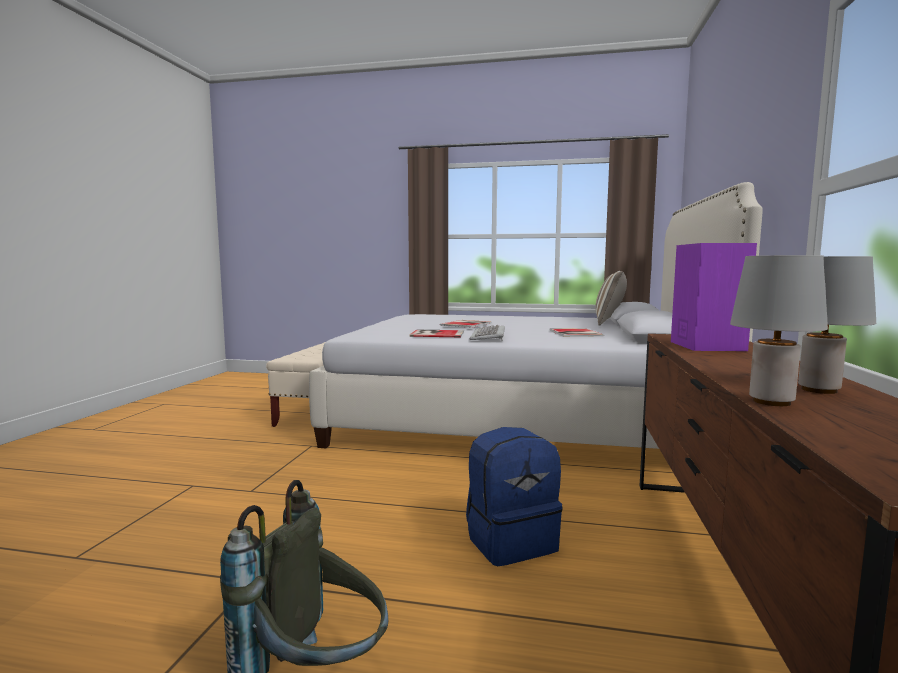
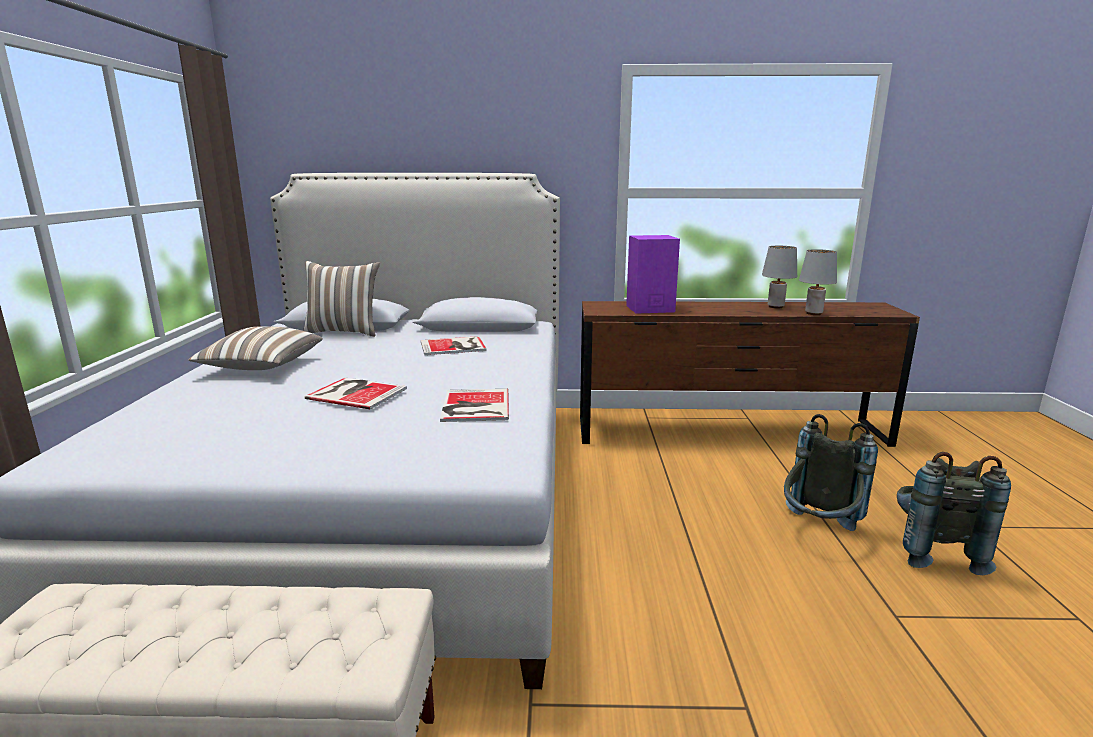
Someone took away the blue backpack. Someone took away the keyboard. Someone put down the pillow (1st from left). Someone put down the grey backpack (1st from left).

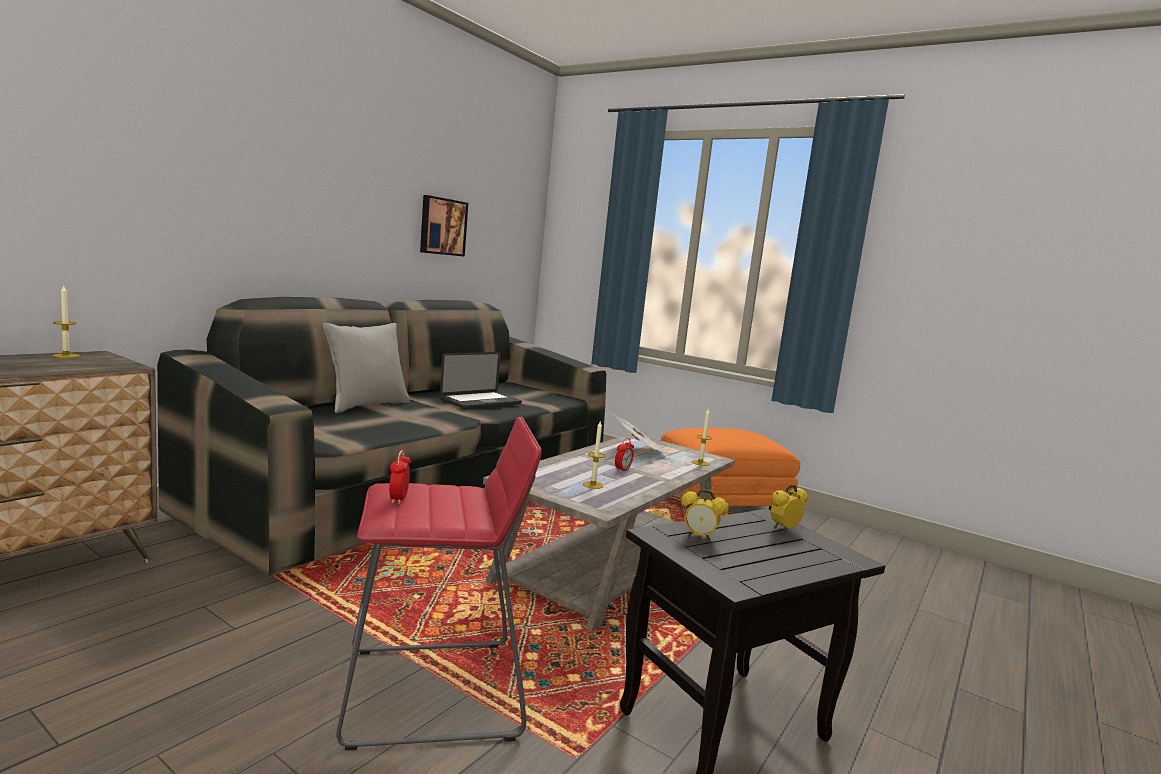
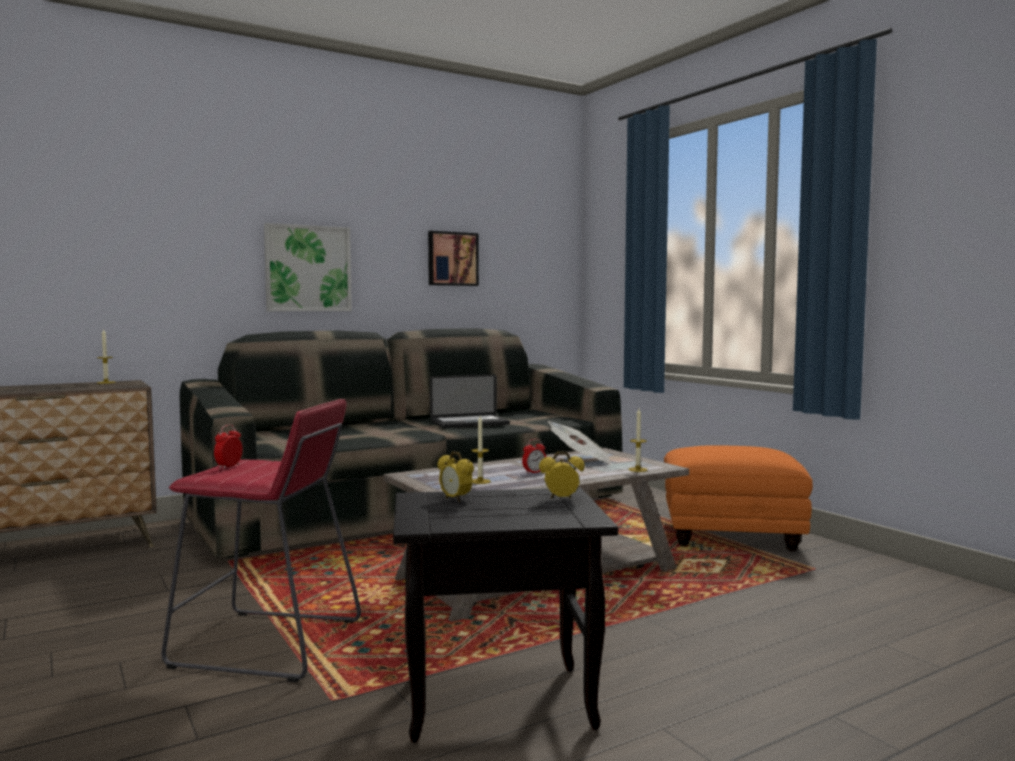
Someone took away the grey pillow. Someone put up the picture (1st from left).

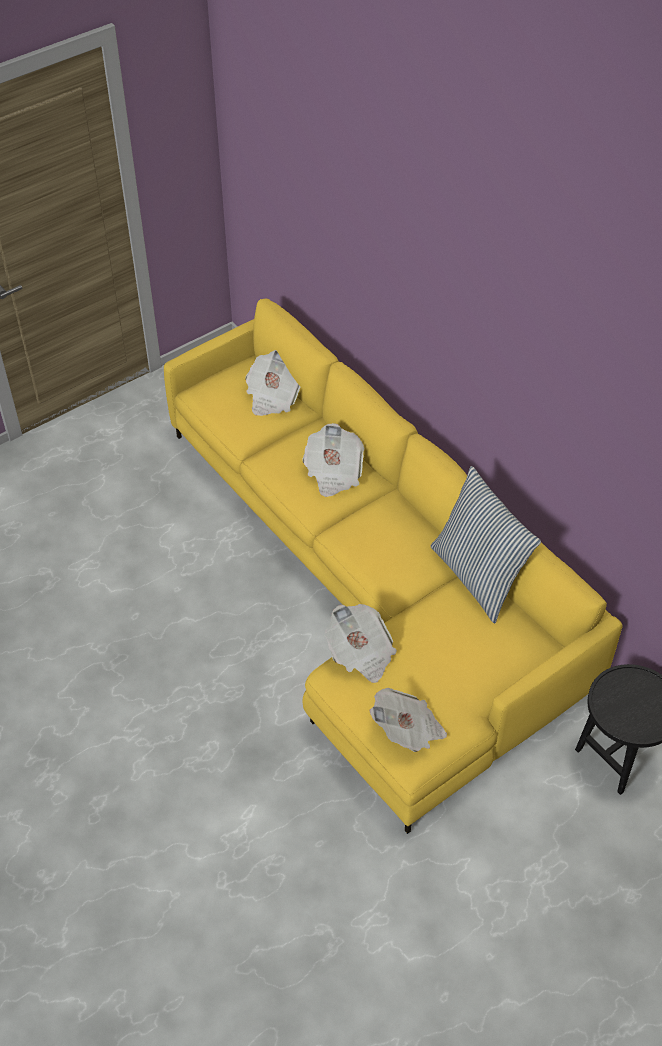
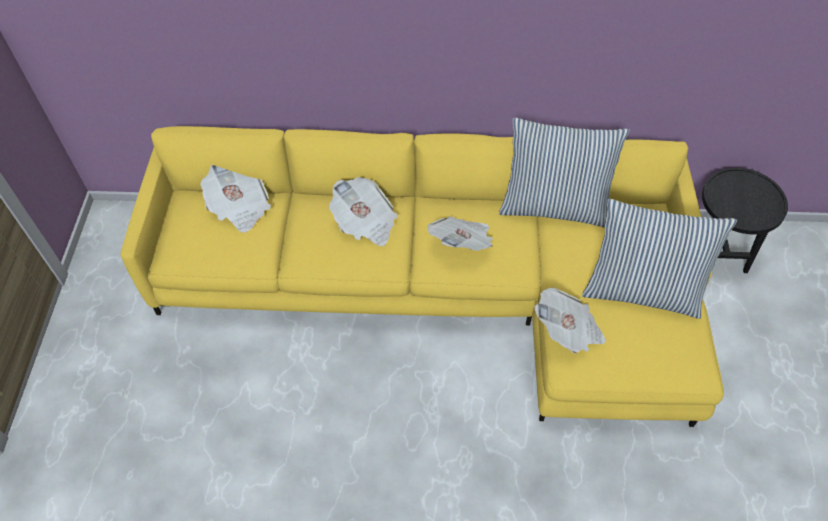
Someone carried the newspaper (4th from left in the first image). Someone put down the pillow (2nd from left).

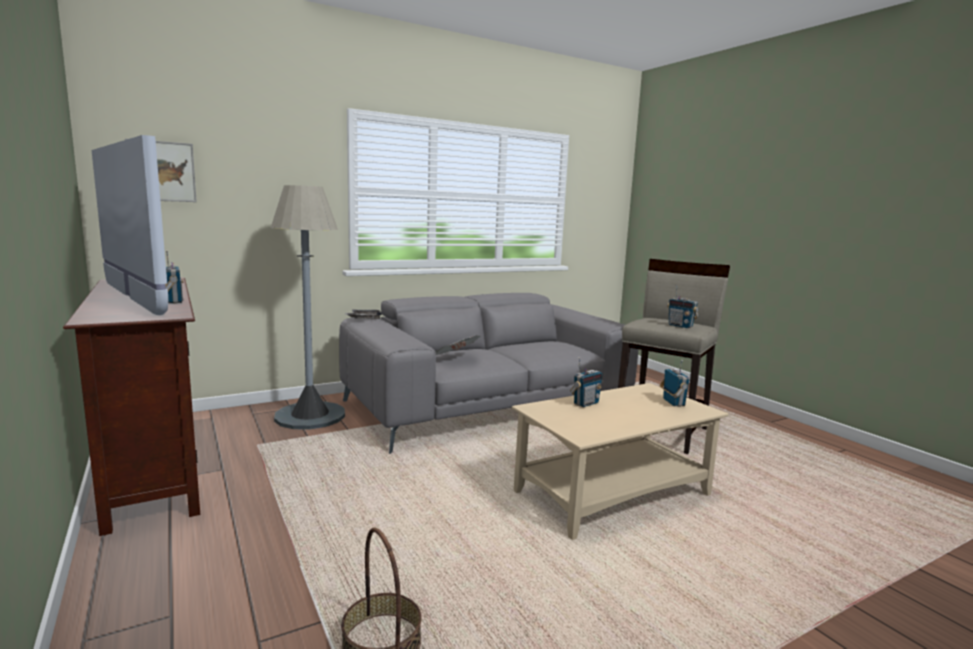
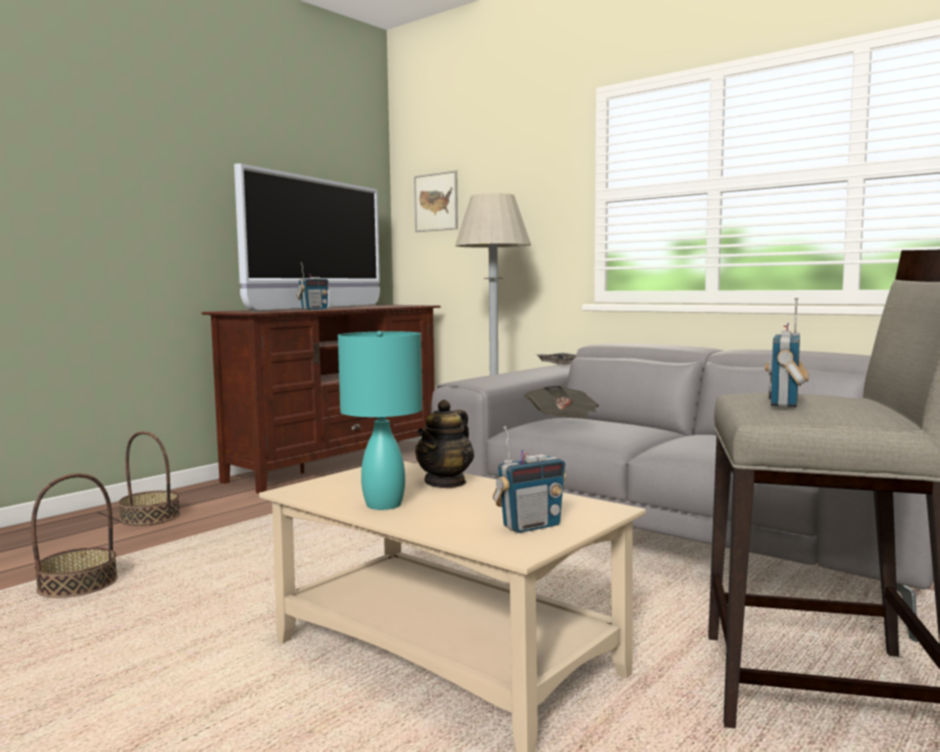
Someone swapped the radio (2nd from left) for the teapot. Someone put down the basket (2nd from left). Someone put down the turquoise table lamp.

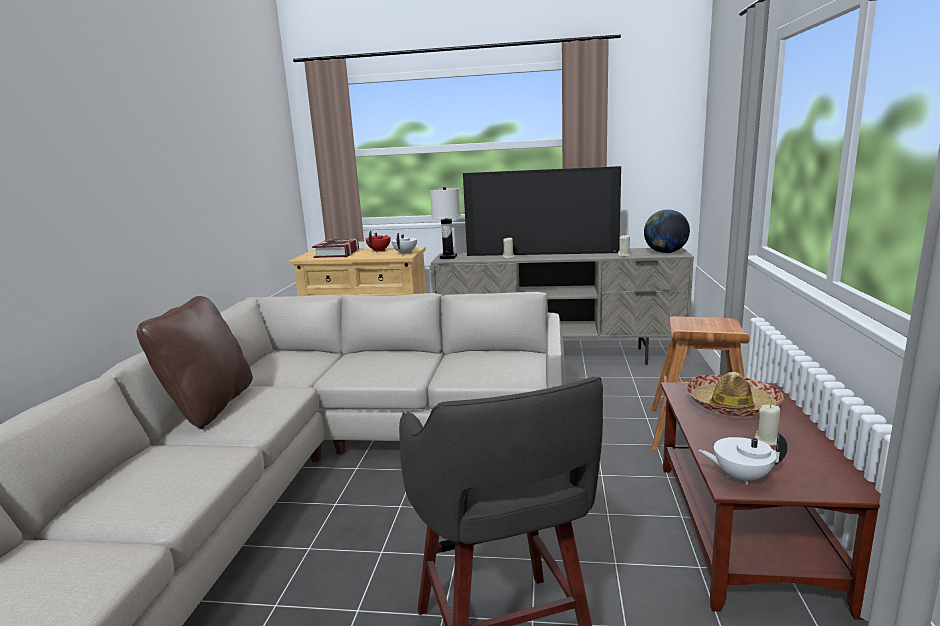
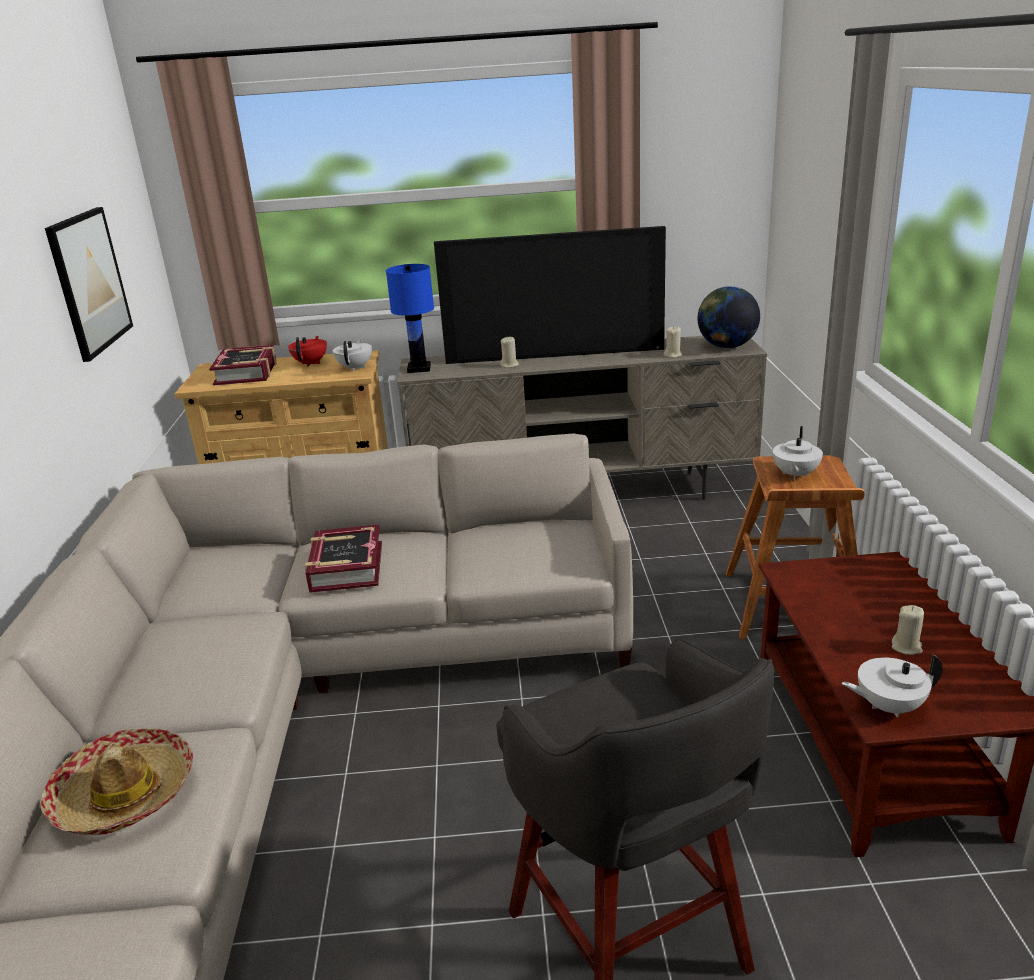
Someone took away the brown pillow. Someone repainted the white table lamp, which became the blue table lamp. Someone carried the hat. Someone put up the picture. Someone put down the book (2nd from left). Someone put down the white teapot (2nd from left).

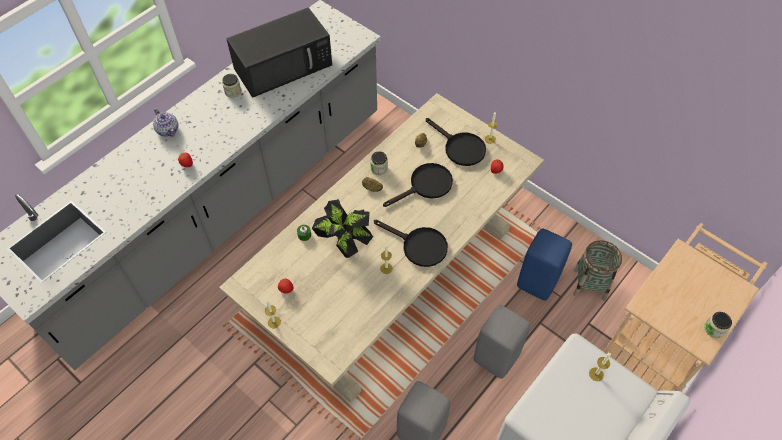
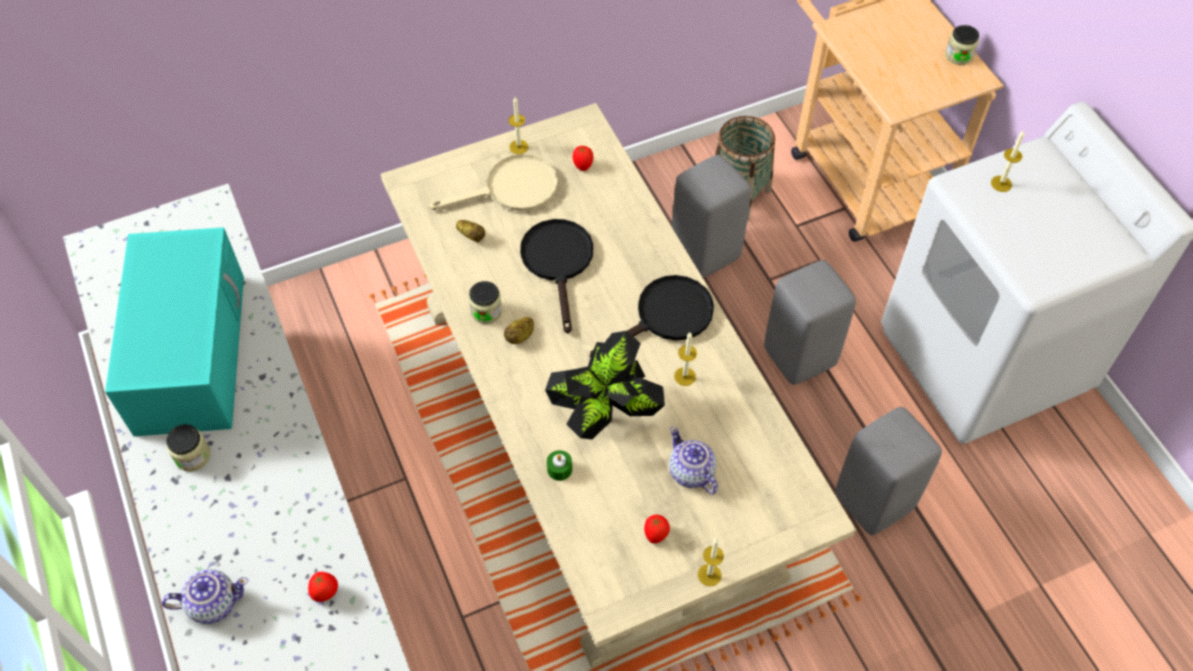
Someone repainted the black microwave, which became the turquoise microwave. Someone repainted the black frying pan (3rd from left), which became the beige frying pan. Someone repainted the blue stool, which became the grey stool (1st from left). Someone put down the teapot (2nd from left).

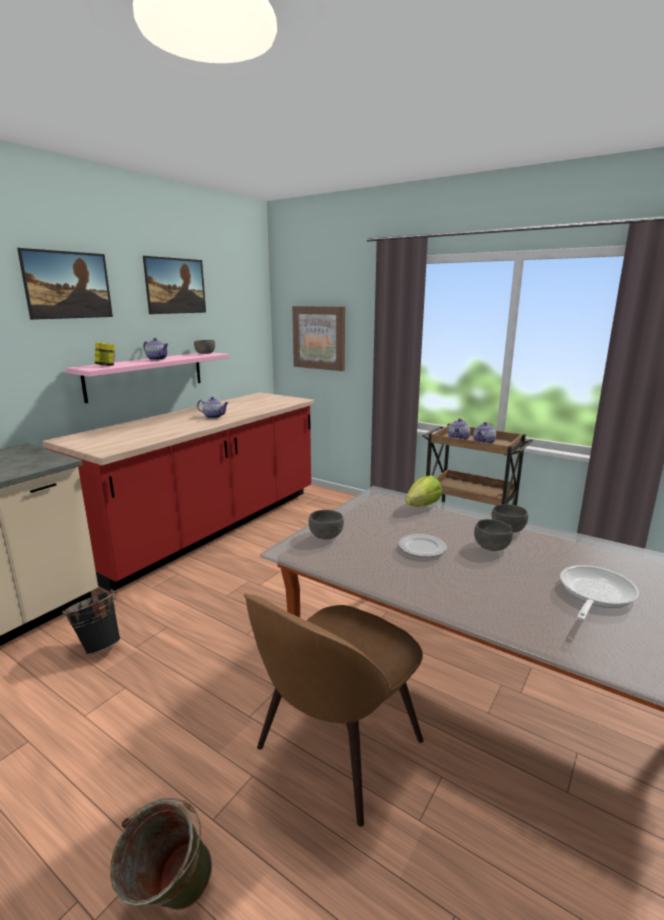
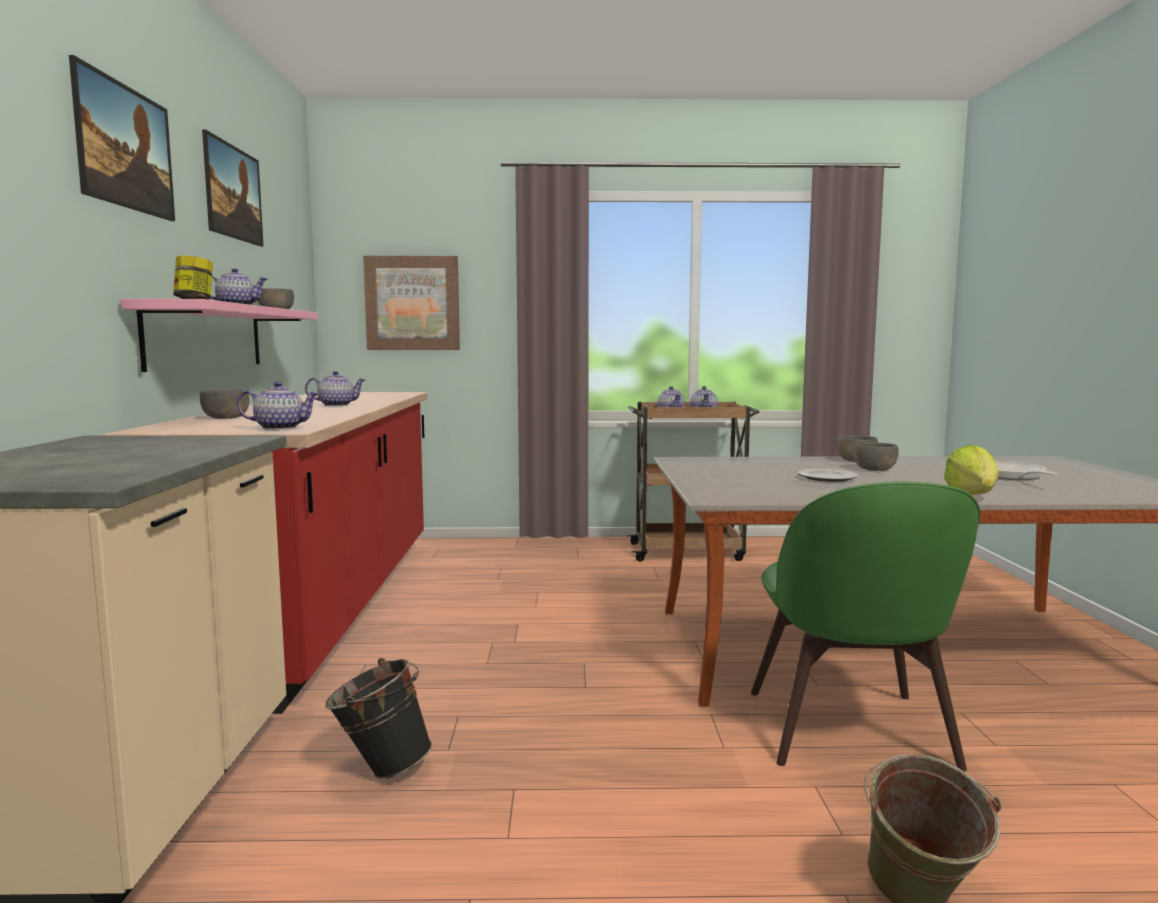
Someone repainted the brown chair, which became the green chair. Someone carried the grey bowl (2nd from left in the first image). Someone carried the lettuce. Someone put down the teapot (2nd from left).

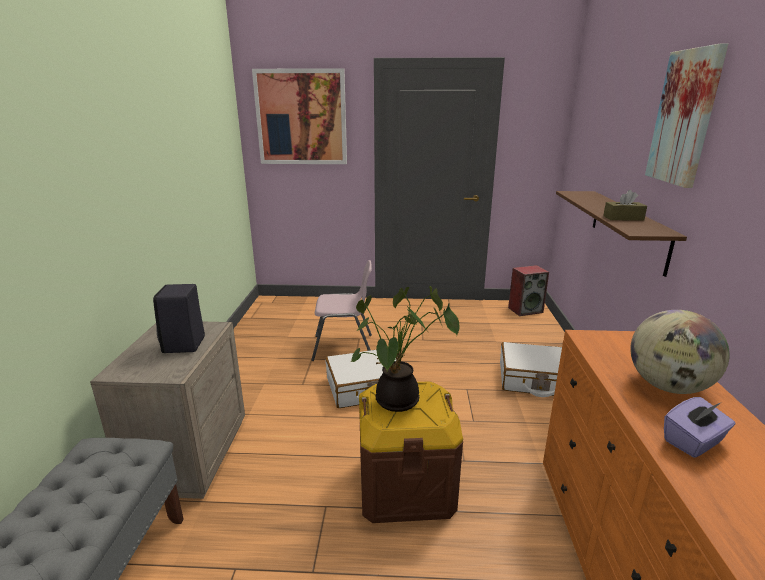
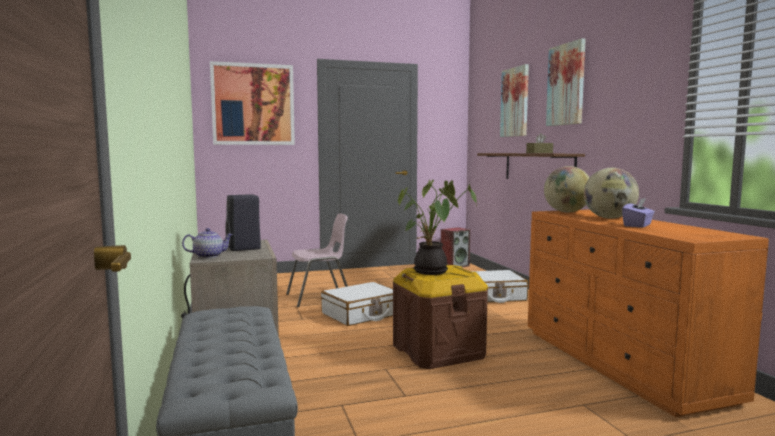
Someone put down the teapot. Someone put up the picture (2nd from left). Someone put down the globe (1st from left).

